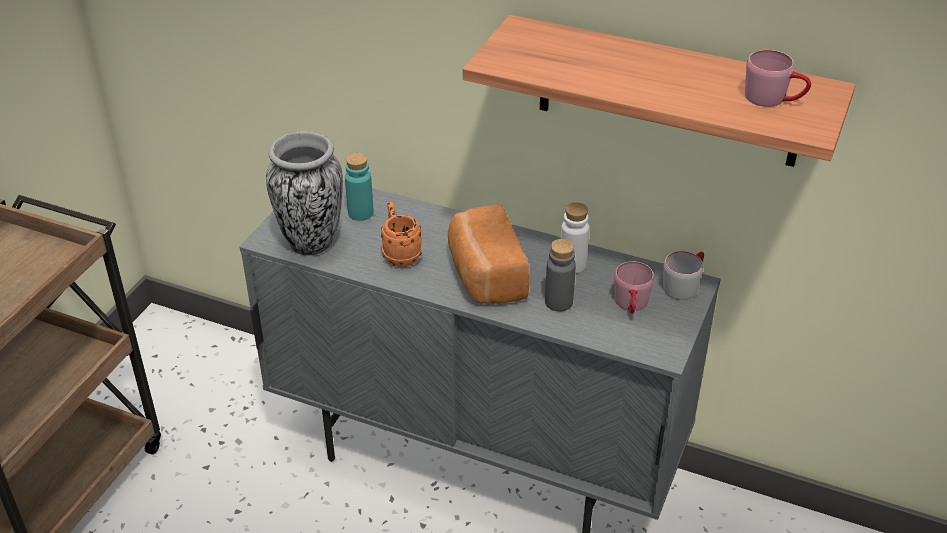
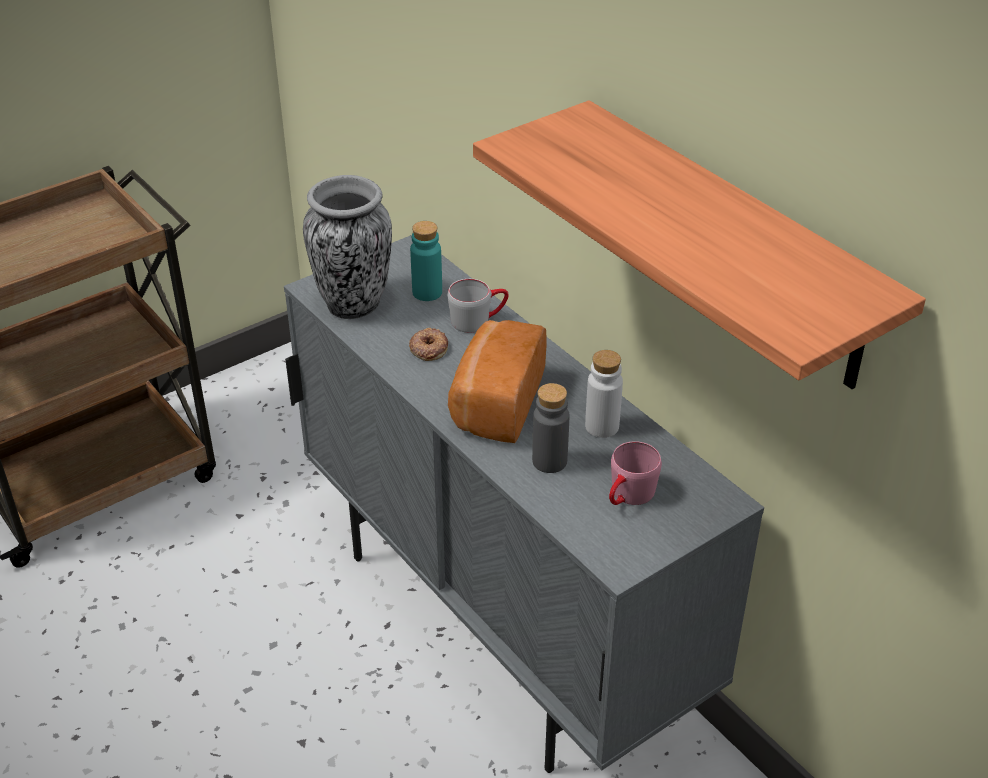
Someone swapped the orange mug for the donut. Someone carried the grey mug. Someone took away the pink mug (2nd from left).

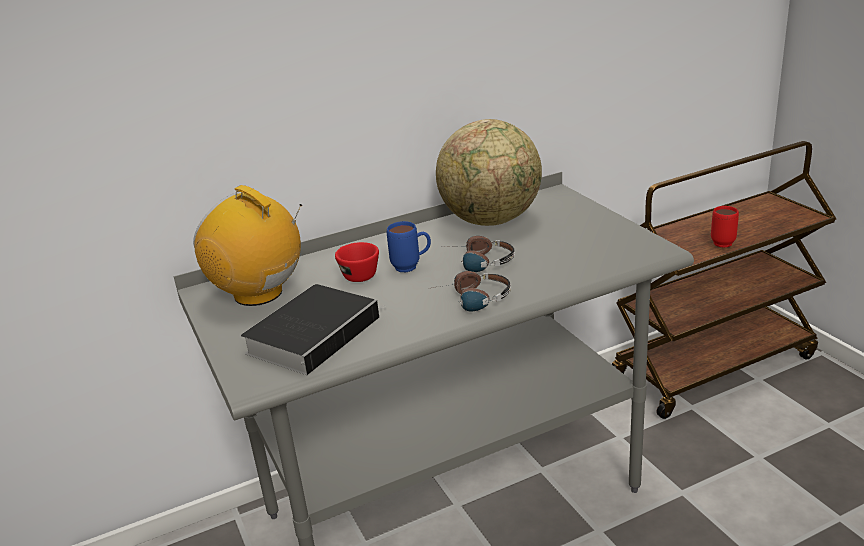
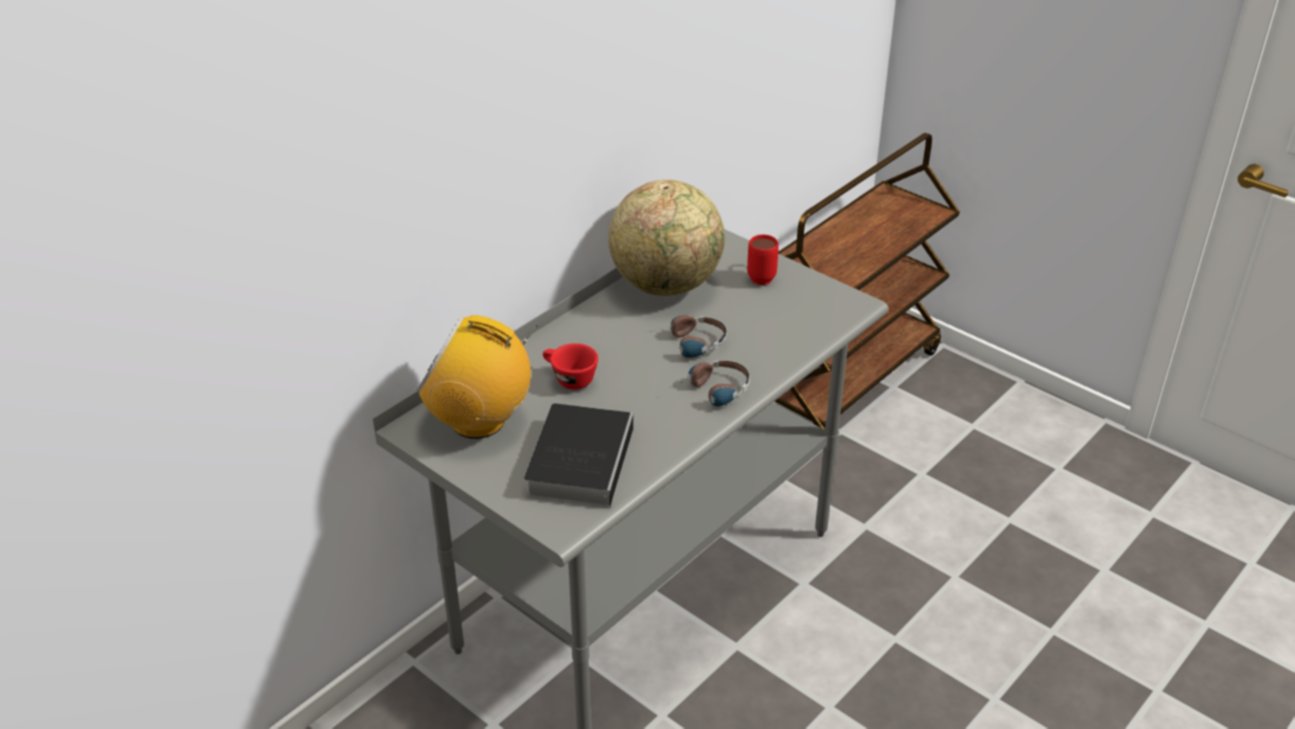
Someone took away the blue mug. Someone carried the red mug.

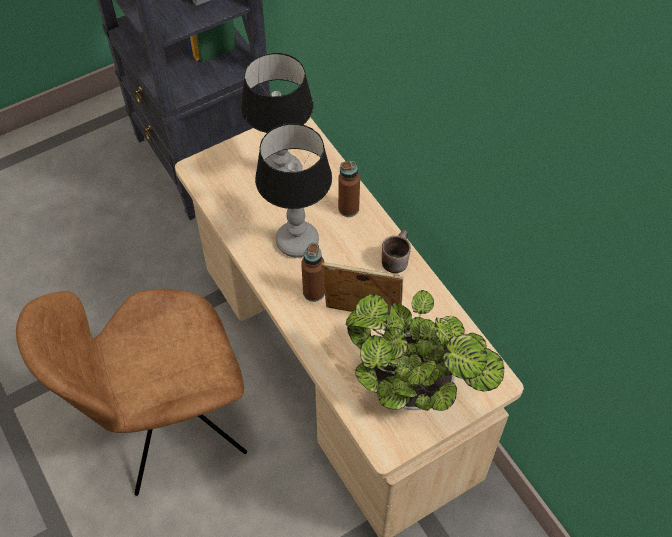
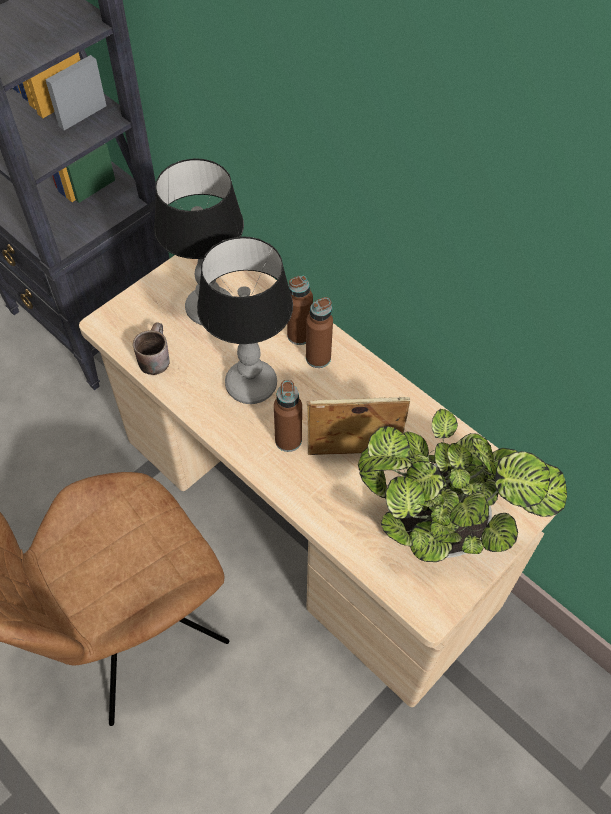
Someone carried the brown mug. Someone put down the brown bottle (3rd from left).

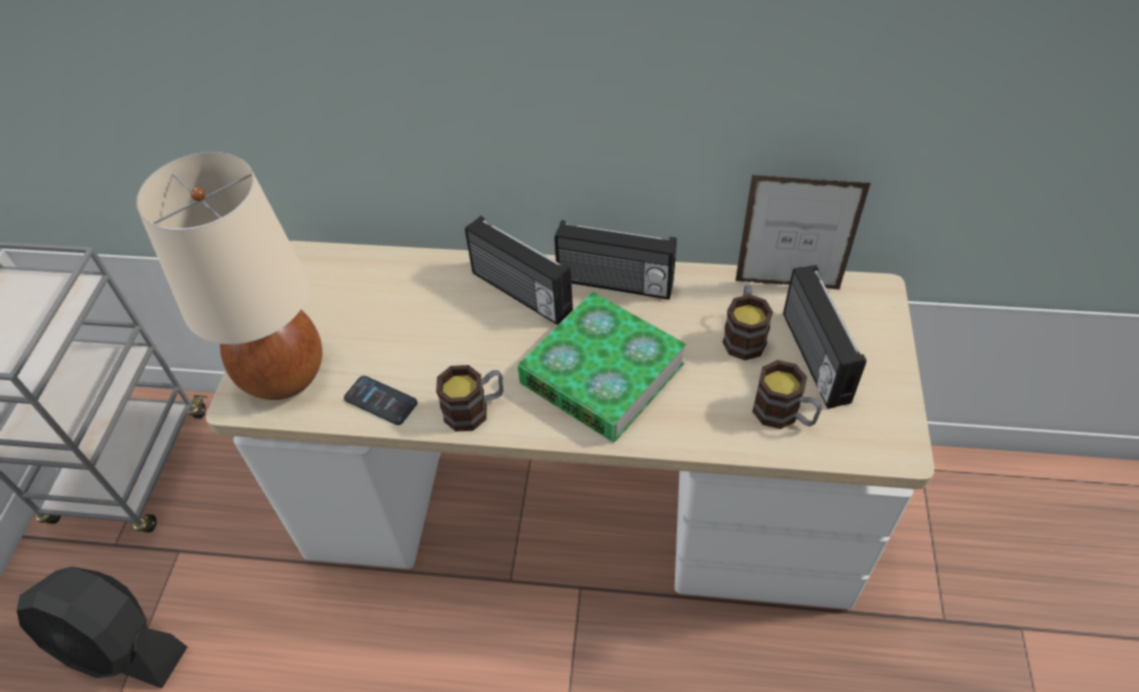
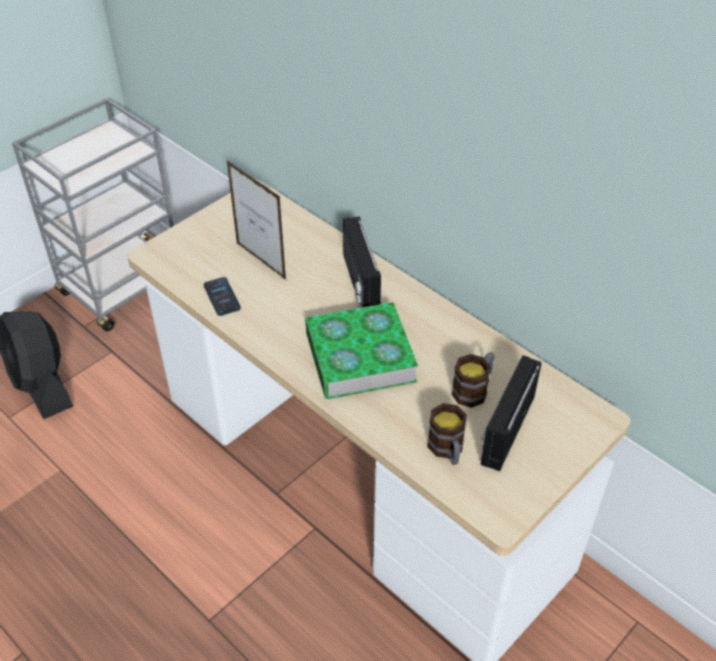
Someone took away the beige table lamp. Someone took away the mug (1st from left). Someone took away the radio (2nd from left). Someone carried the picture frame.

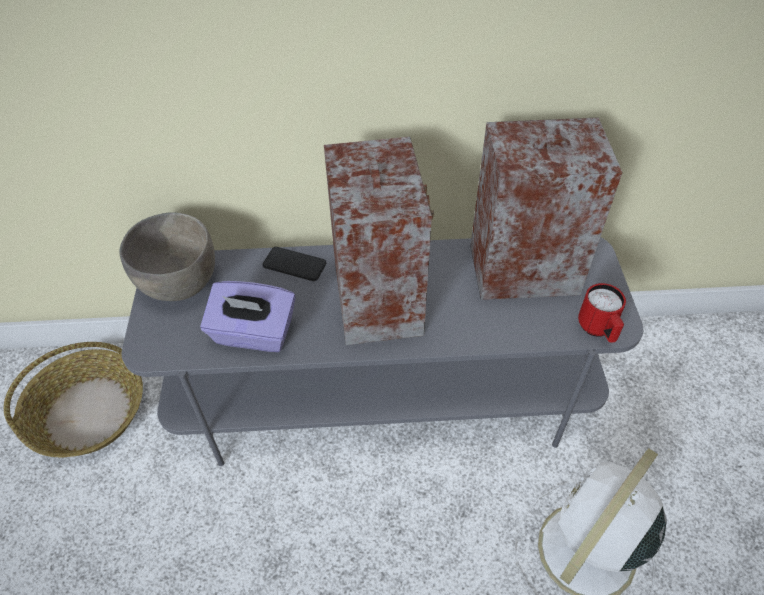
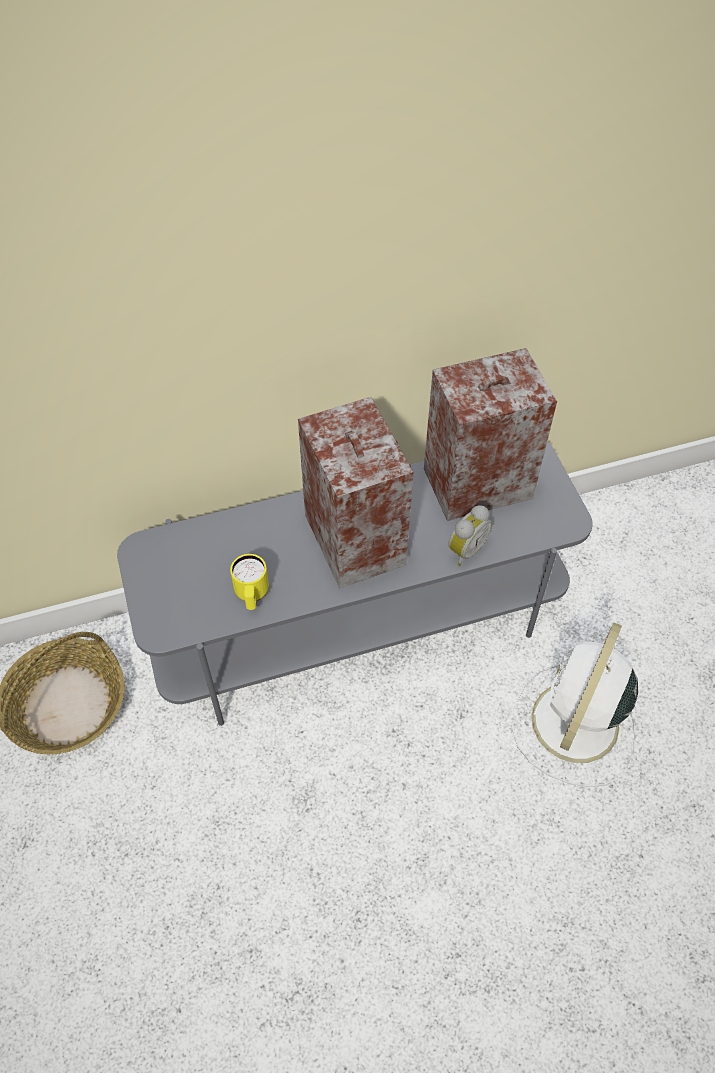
Someone took away the grey bowl. Someone swapped the purple tissue box for the yellow mug. Someone took away the phone. Someone took away the red mug. Someone put down the alarm clock.

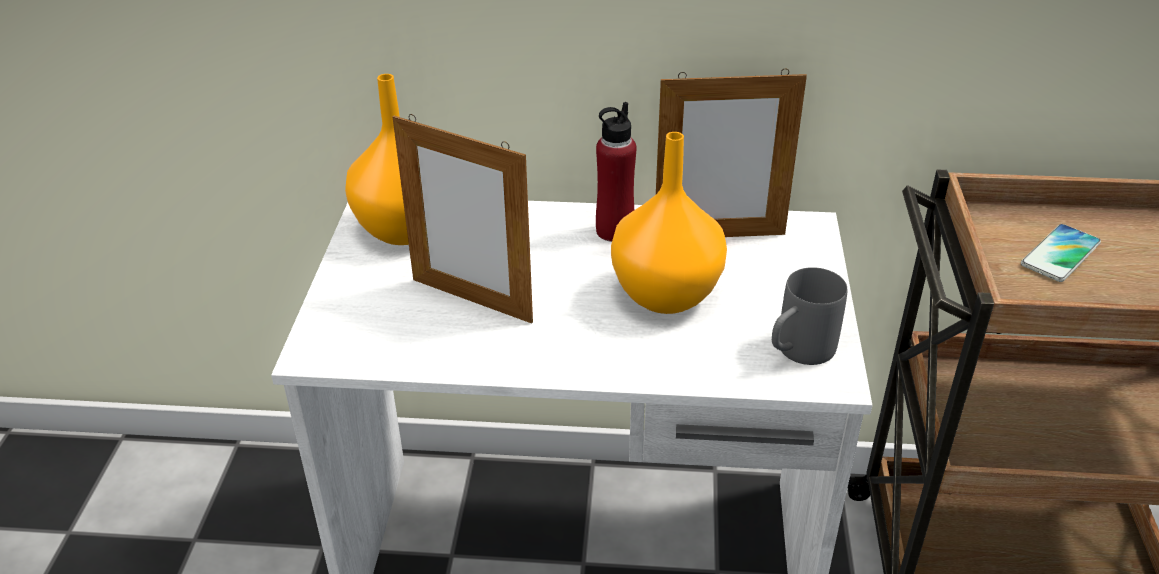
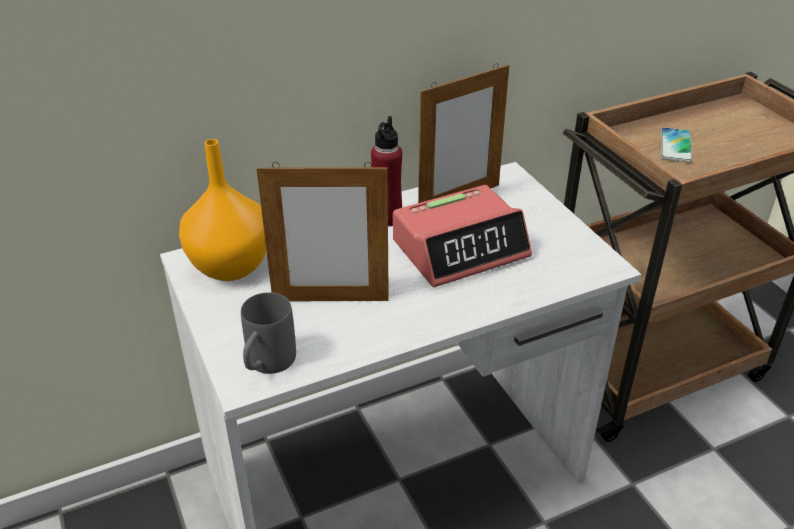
Someone swapped the orange vase (2nd from left) for the alarm clock. Someone carried the grey mug.

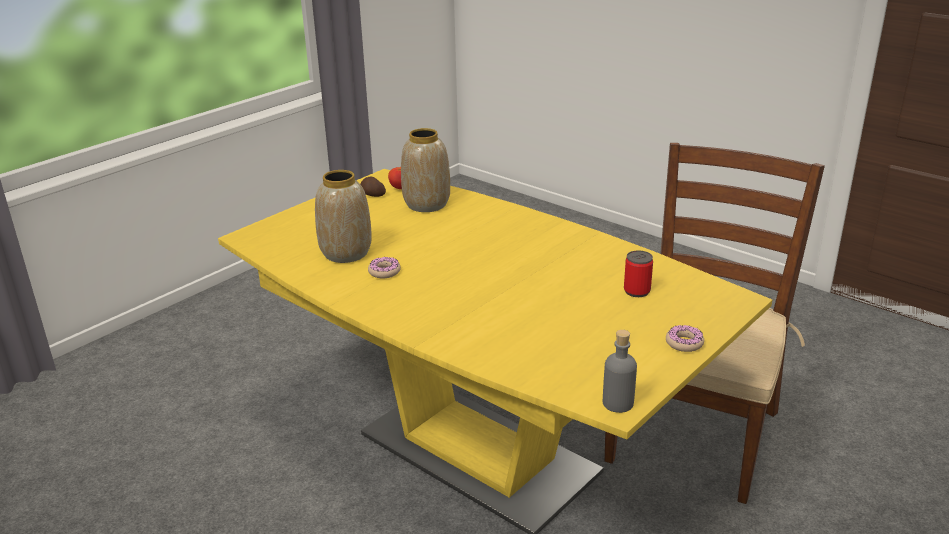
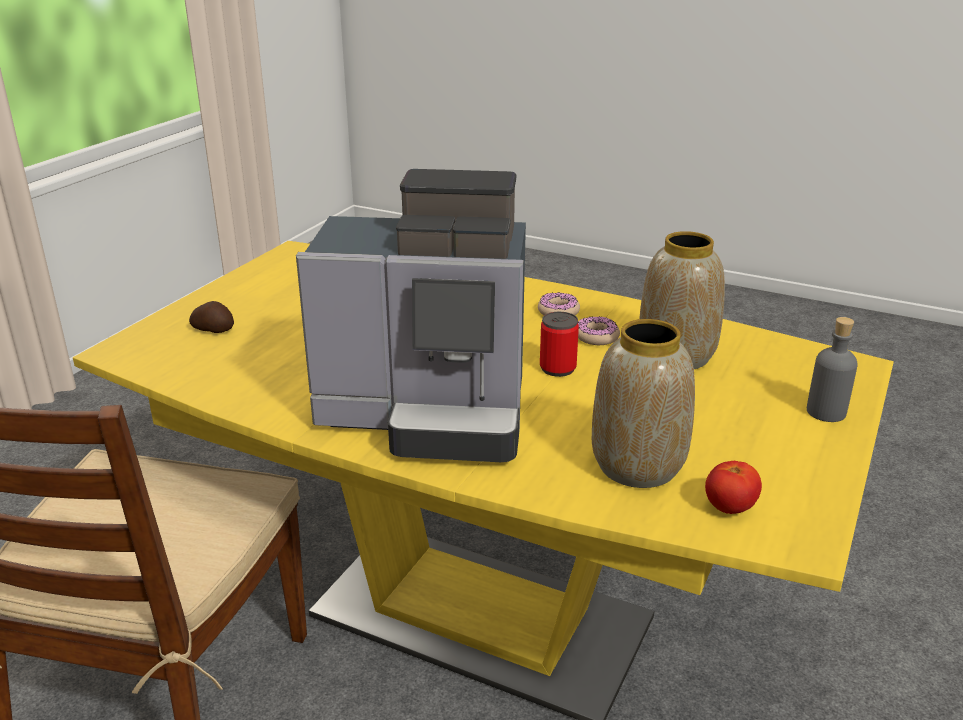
Someone carried the potato. Someone carried the grey bottle. Someone carried the can. Someone carried the donut (2nd from left in the first image). Someone put down the coffee machine.

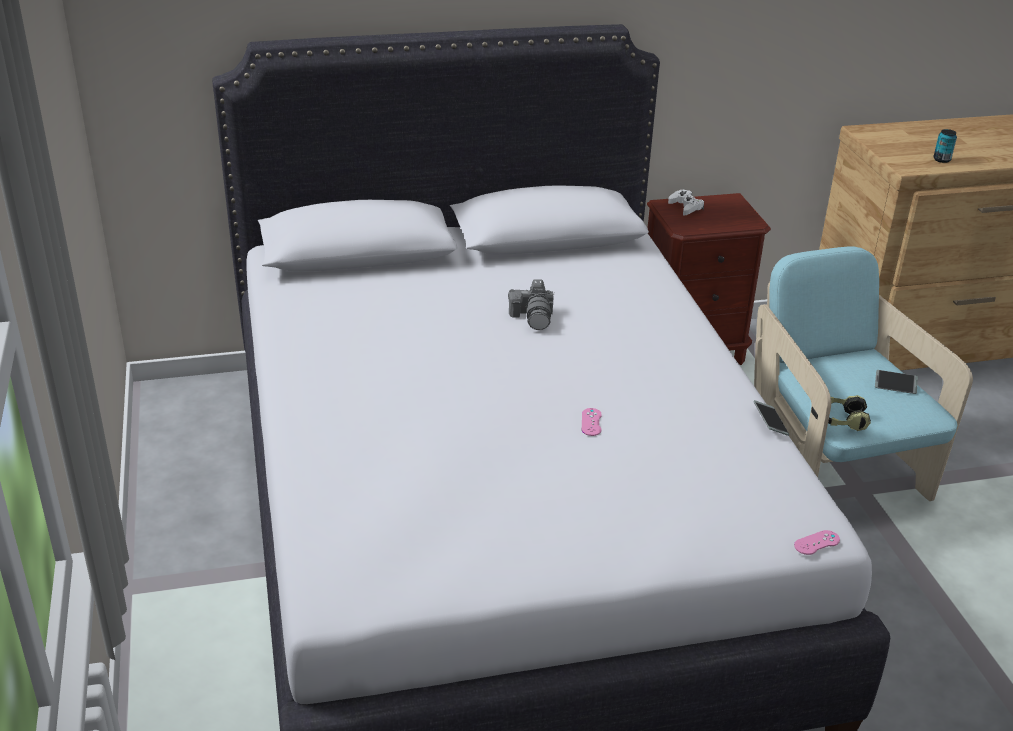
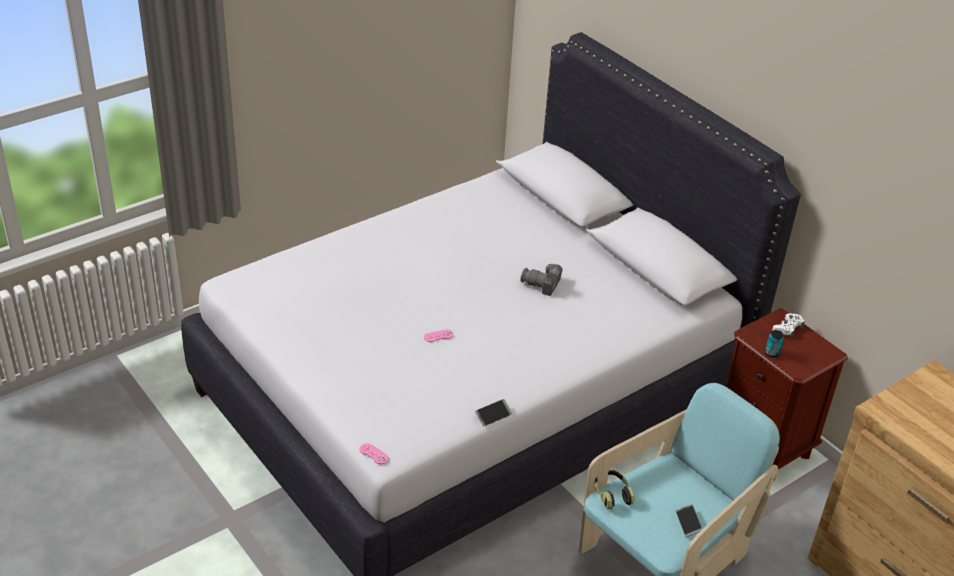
Someone rotated the photo camera by 45 degrees clockwise. Someone carried the can.

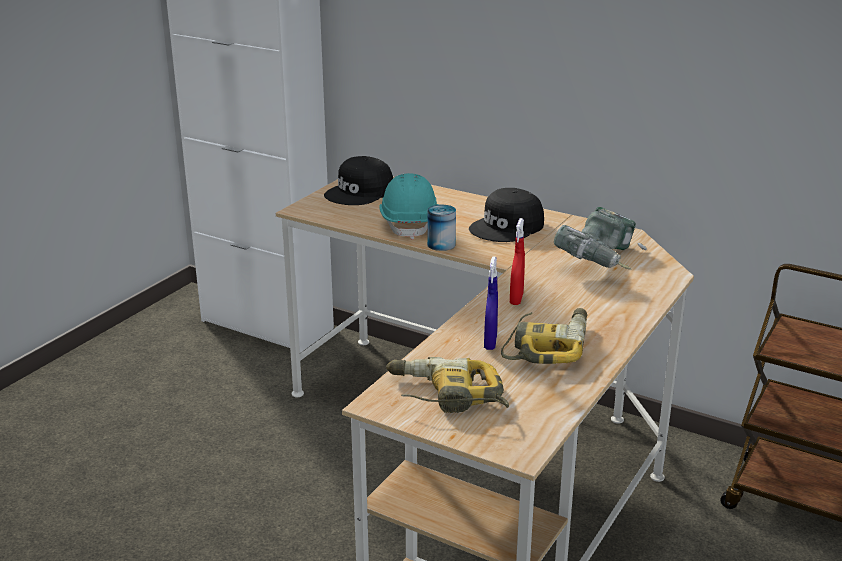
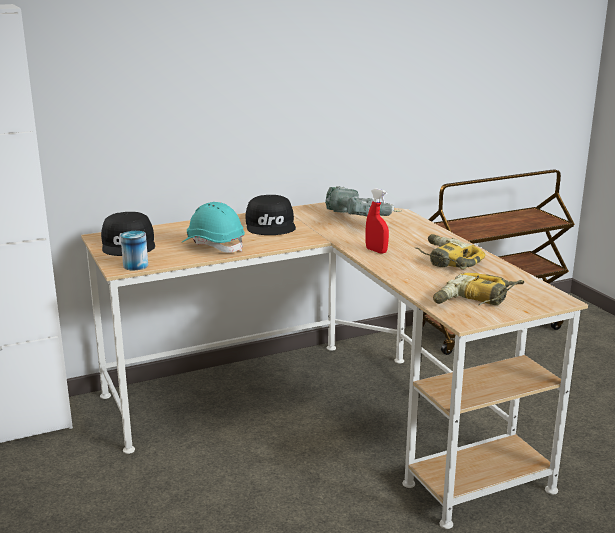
Someone carried the can. Someone took away the blue spray bottle.

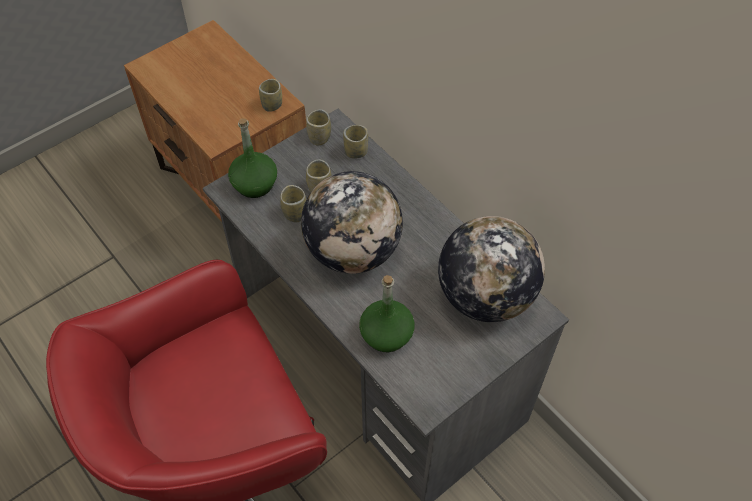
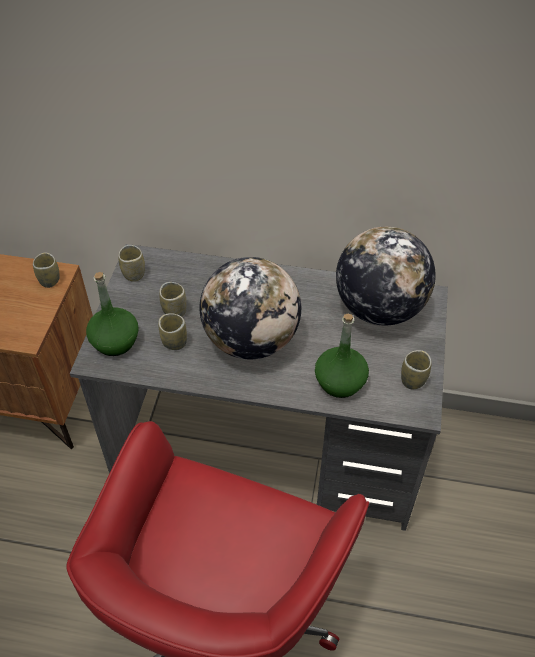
Someone carried the cup (5th from left).

